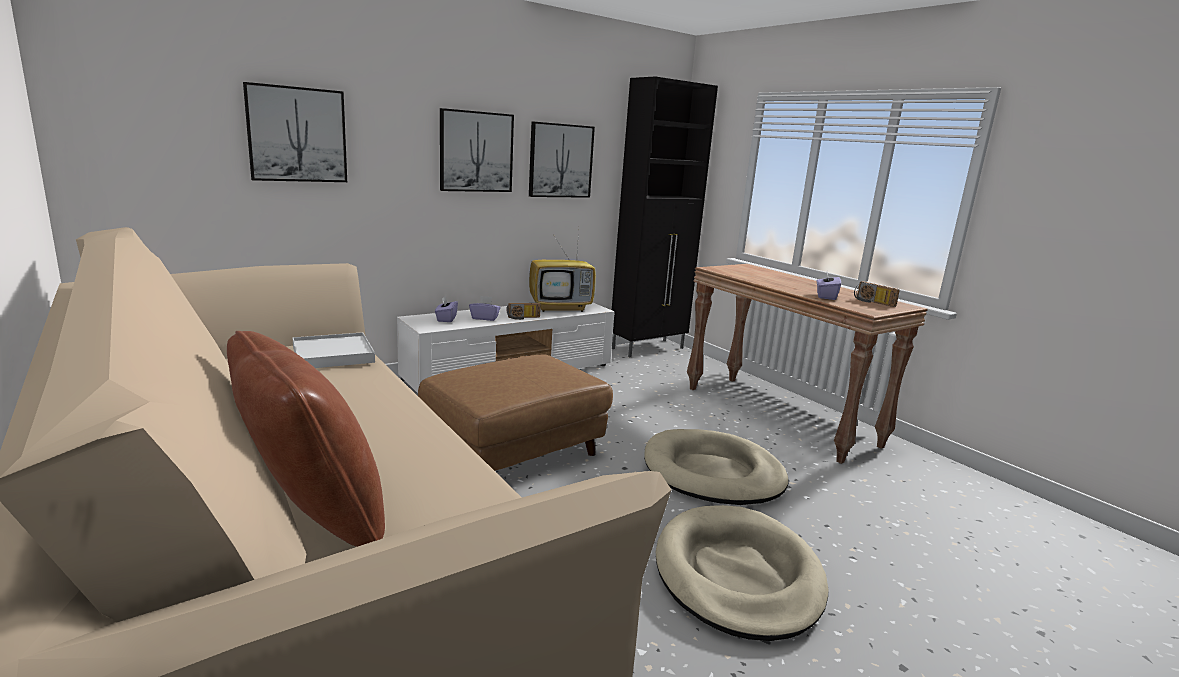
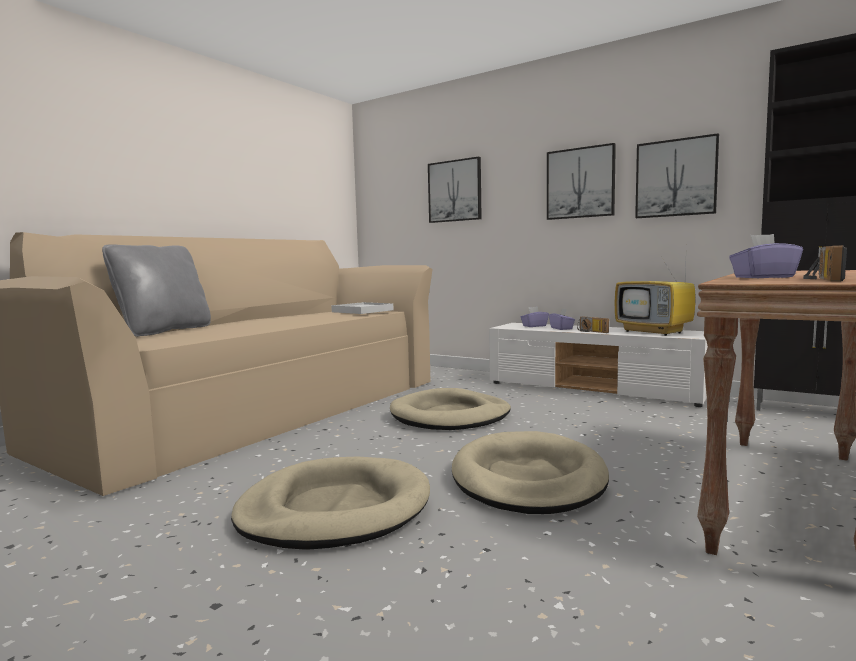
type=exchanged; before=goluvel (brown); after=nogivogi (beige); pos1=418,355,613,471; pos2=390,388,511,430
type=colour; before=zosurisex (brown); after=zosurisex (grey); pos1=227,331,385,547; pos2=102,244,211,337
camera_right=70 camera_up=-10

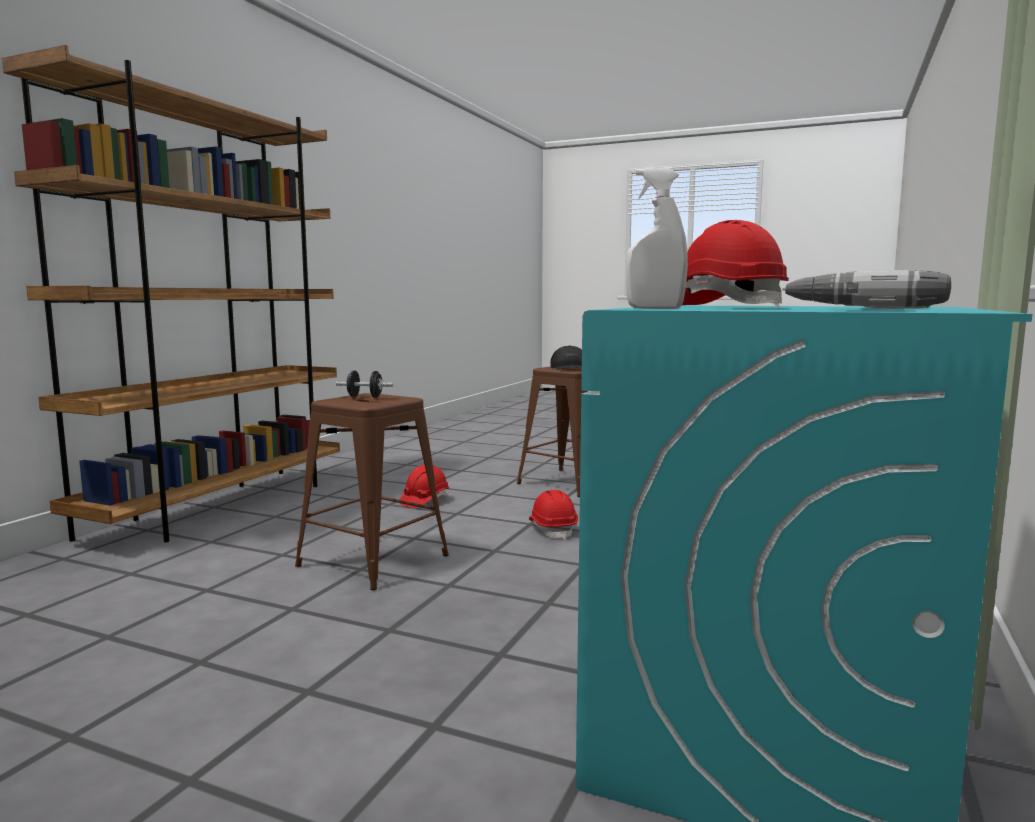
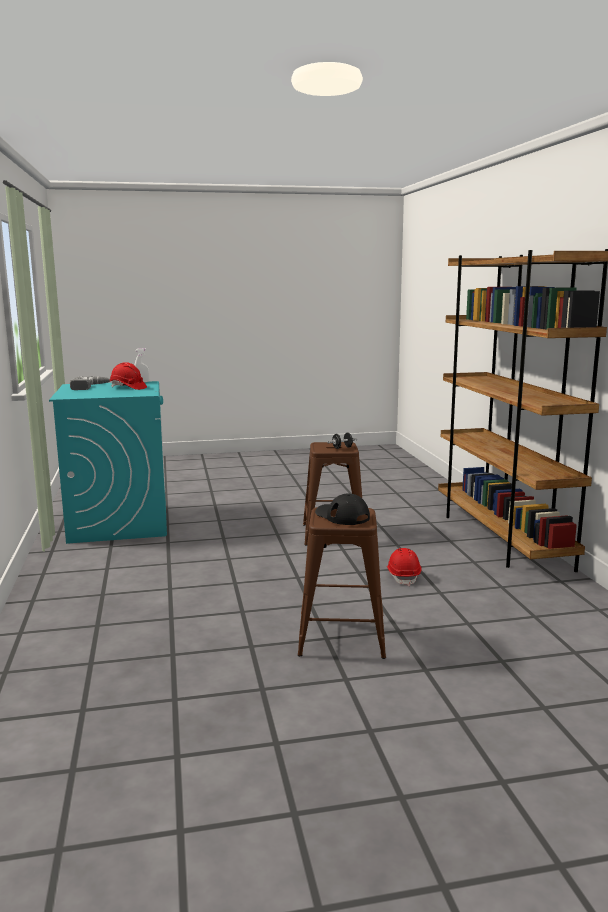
type=missing; before=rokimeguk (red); pos1=529,490,578,540
camera_right=145 camera_up=5

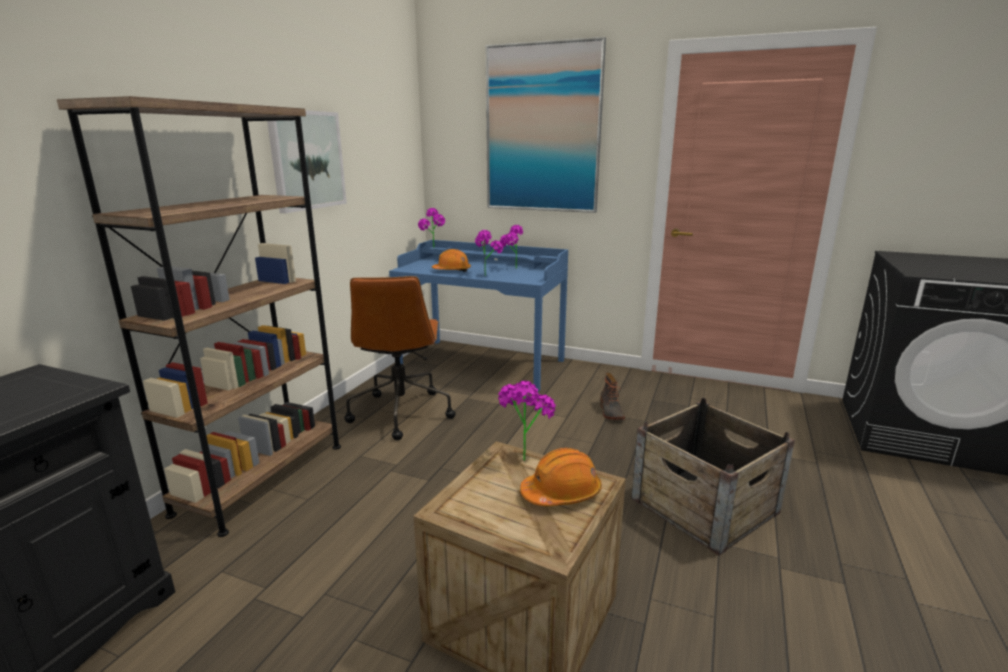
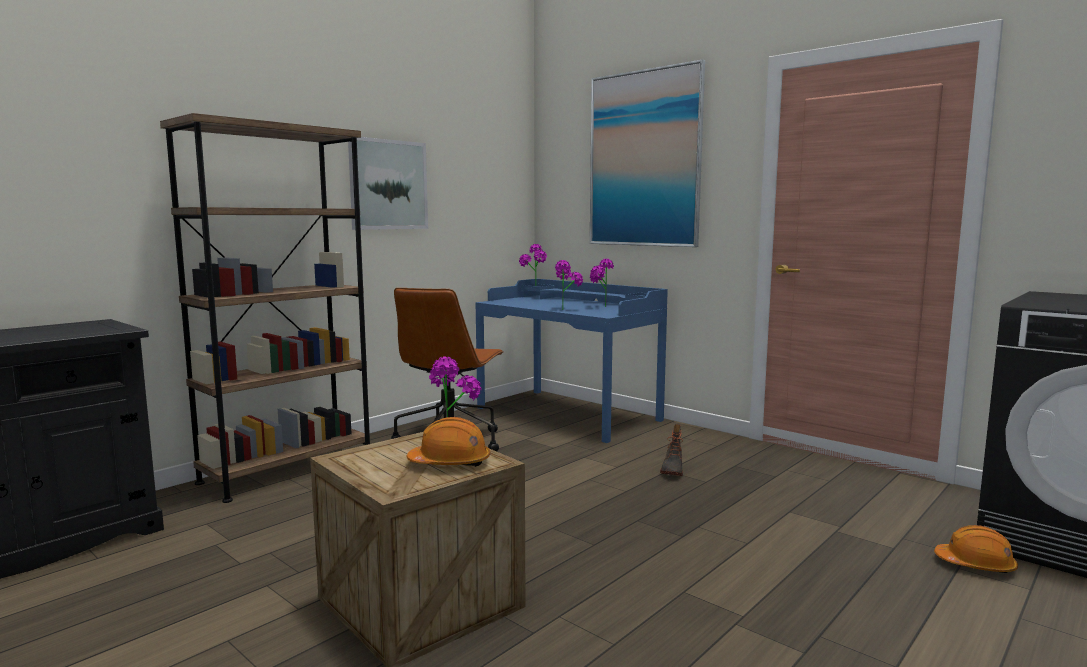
type=missing; before=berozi; pos1=632,398,795,556
type=relocated; before=rokimeguk (orange); pos1=432,249,471,272; pos2=934,525,1018,574
camera_right=20 camera_up=-10

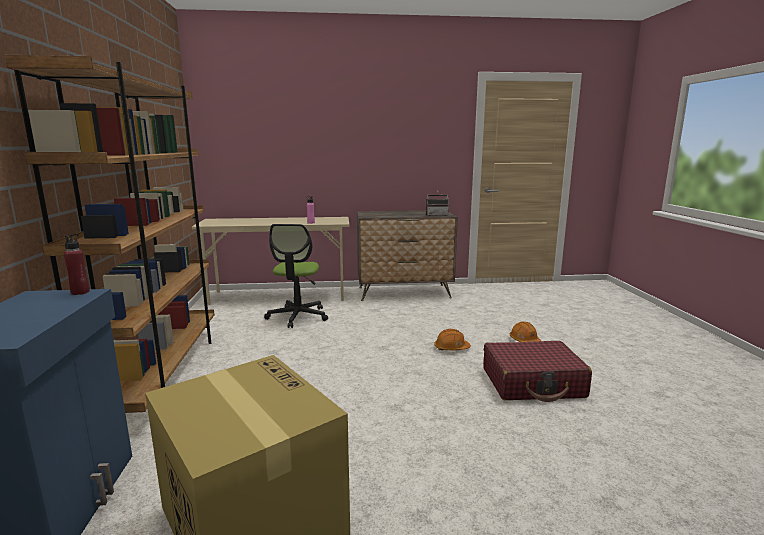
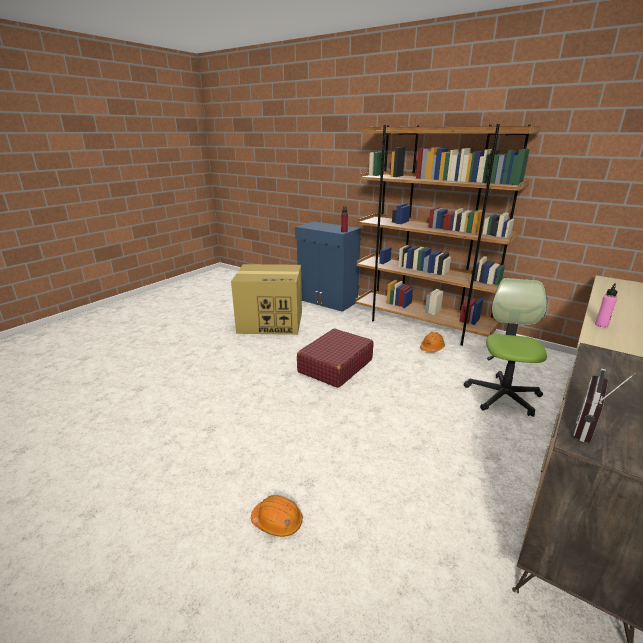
type=relocated; before=rokimeguk (orange); pos1=434,329,471,350; pos2=420,332,445,352
type=relocated; before=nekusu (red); pos1=483,341,592,402; pos2=297,328,374,388
type=spun; before=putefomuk; pos1=264,224,328,328; pos2=464,278,547,417; turn=60
camera_right=130 camera_up=10

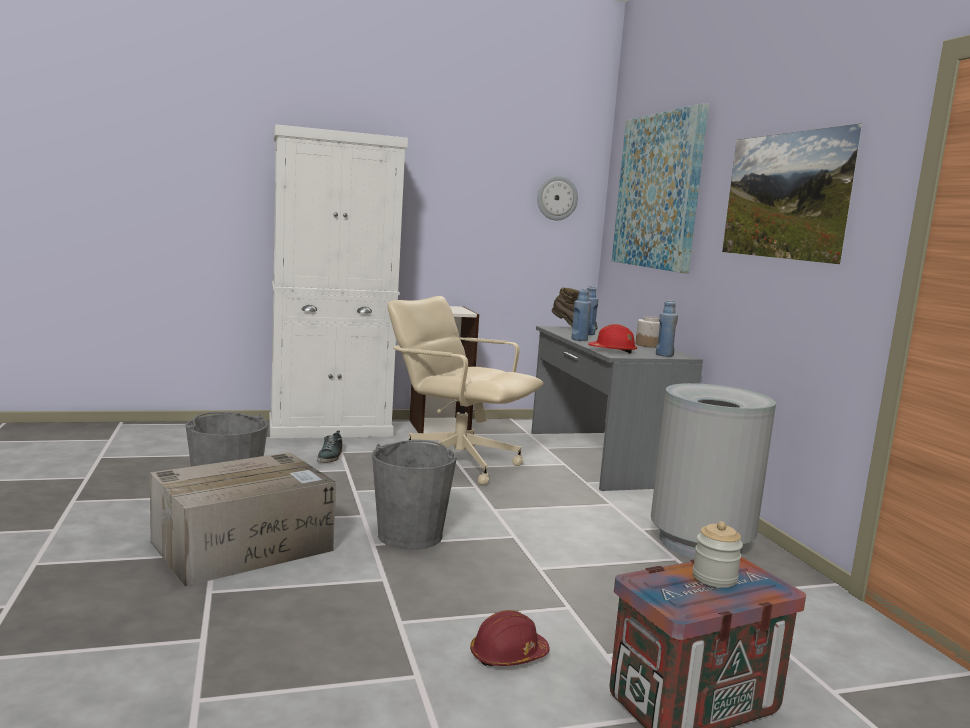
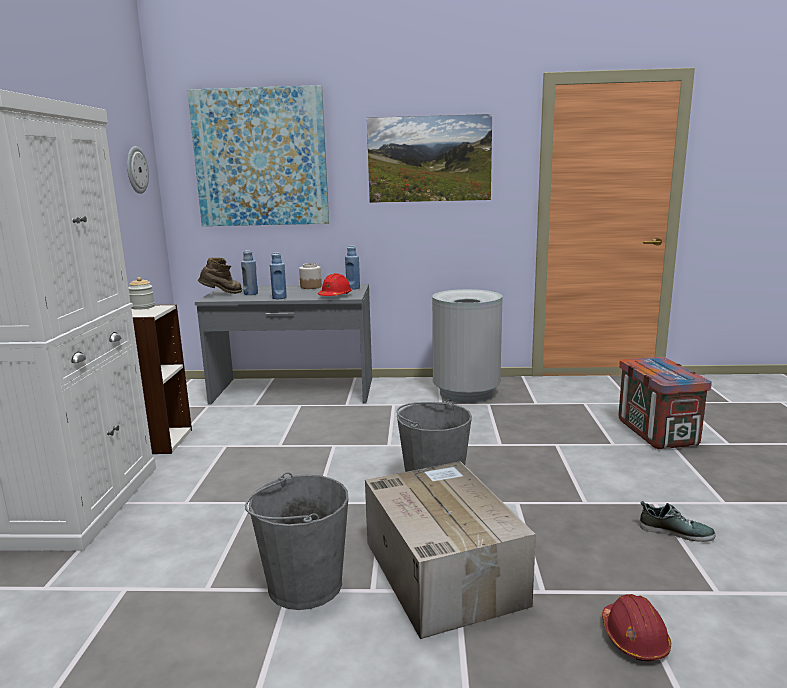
type=missing; before=putefomuk (beige); pos1=387,296,543,485
type=relocated; before=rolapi; pos1=317,431,342,463; pos2=640,501,716,542
type=relocated; before=rokimeguk (red); pos1=470,610,550,666; pos2=602,594,671,661
type=relocated; before=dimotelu; pos1=693,521,743,588; pos2=128,277,155,310
camera_right=-70 camera_up=5

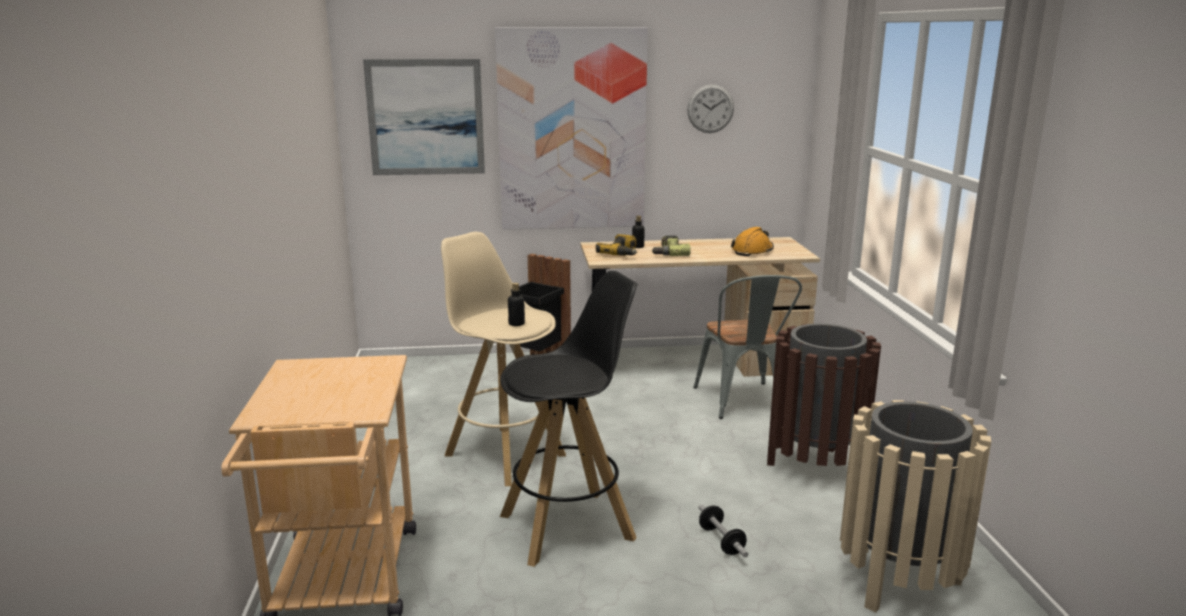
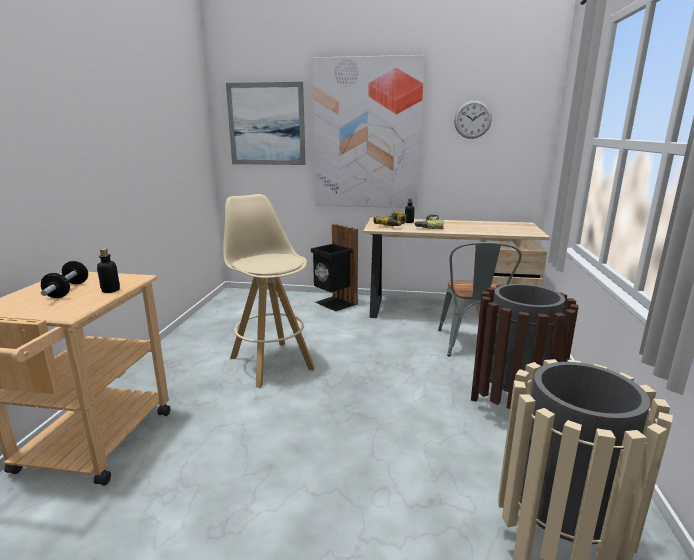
type=missing; before=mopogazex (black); pos1=500,271,637,567
type=missing; before=rokimeguk (orange); pos1=731,227,774,256
type=relocated; before=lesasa; pos1=508,283,525,326; pos2=97,248,120,293
type=relocated; before=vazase; pos1=699,504,748,557; pos2=41,261,88,298
camera_right=15 camera_up=0

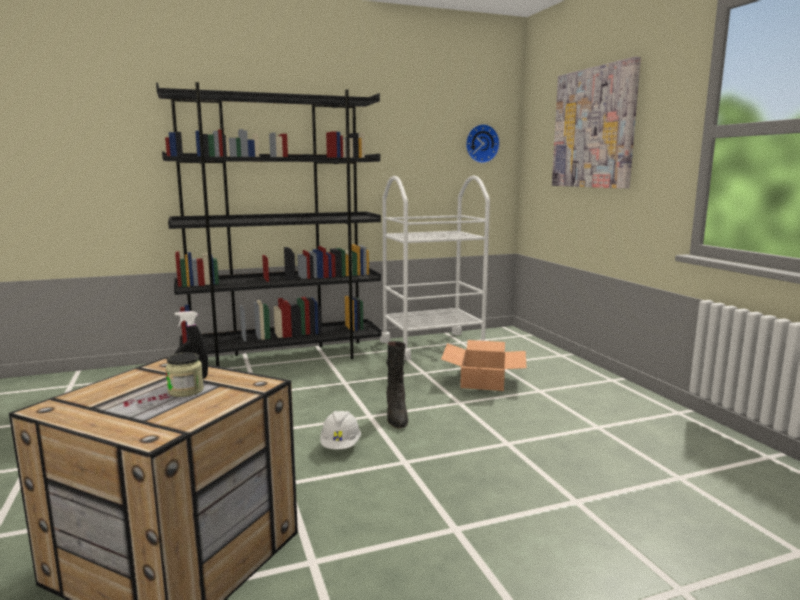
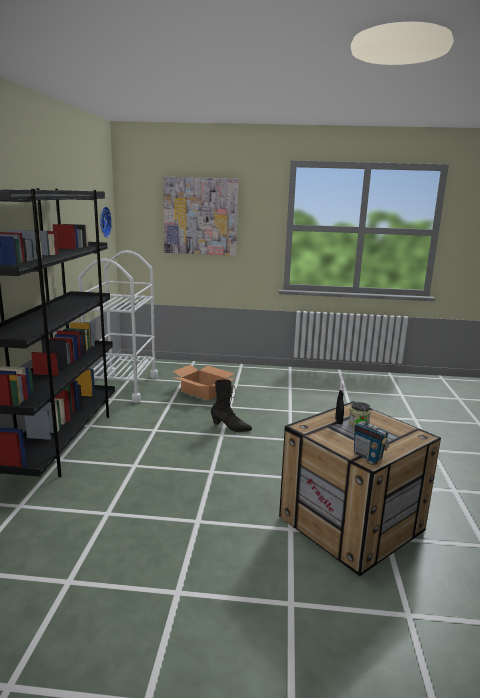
type=missing; before=rokimeguk (white); pos1=320,411,361,450
type=appeared; after=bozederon; pos2=353,406,389,463
camera_right=-65 camera_up=5

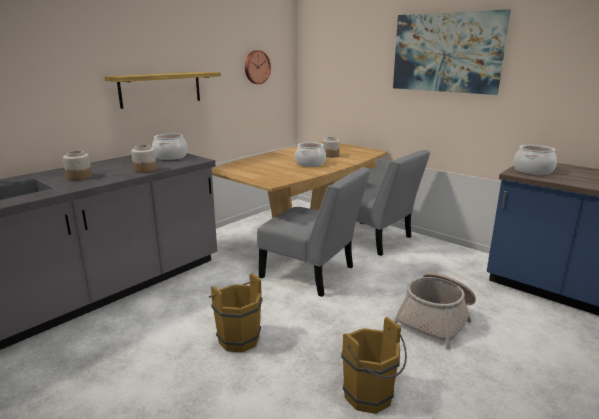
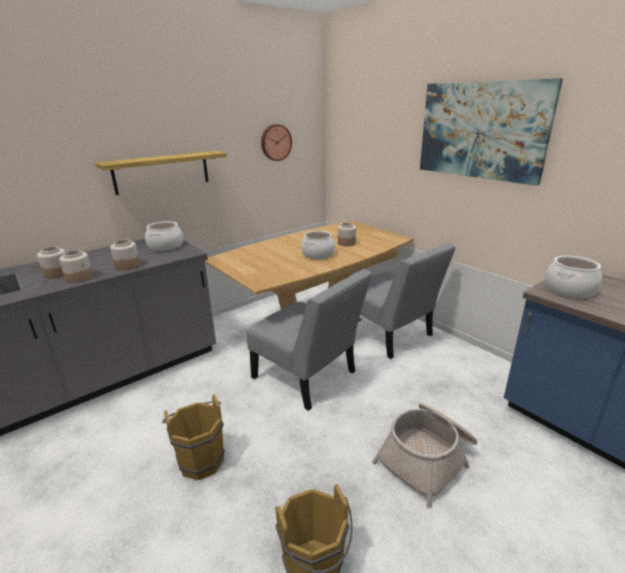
type=appeared; after=dimotelu; pos2=59,250,93,283
camera_right=10 camera_up=5

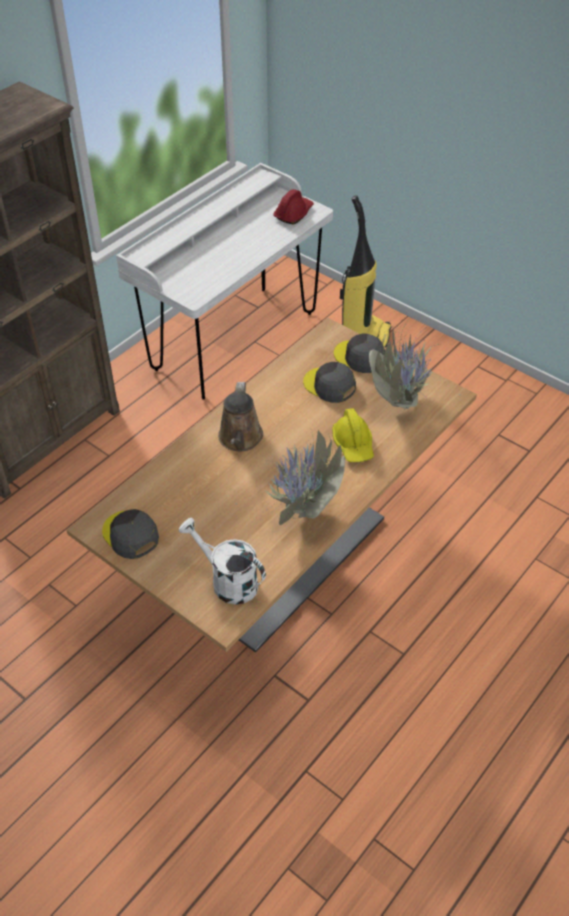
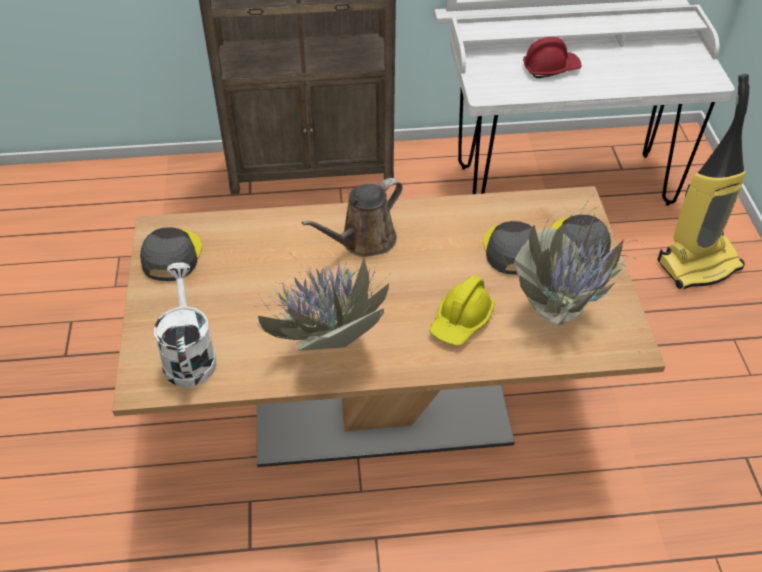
type=relocated; before=rokimeguk (red); pos1=273,189,314,224; pos2=523,37,582,78
camera_right=45 camera_up=0

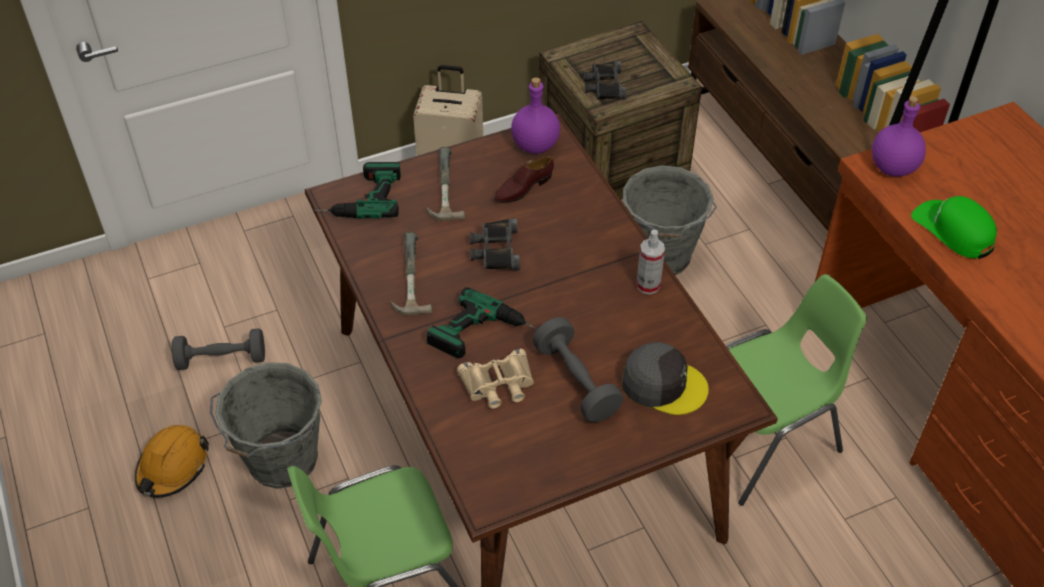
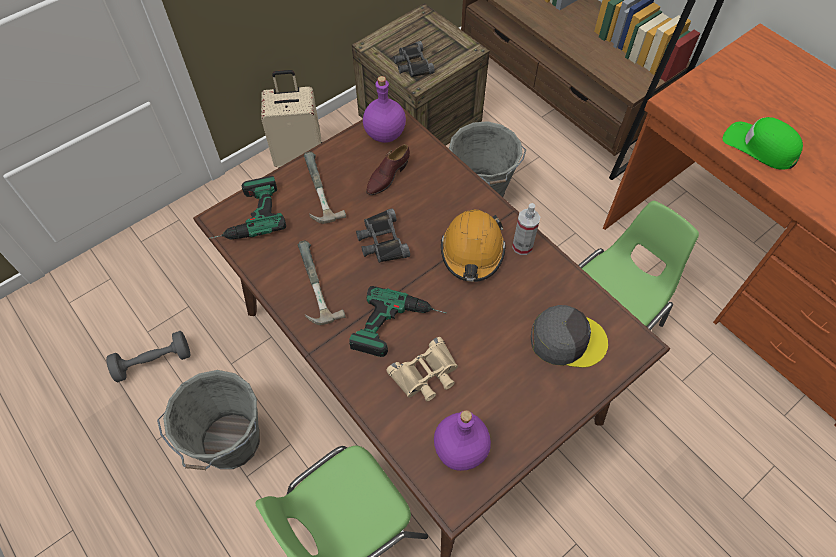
type=missing; before=vazase (grey); pos1=533,317,624,422
type=relocated; before=rokimeguk (orange); pos1=135,425,209,498; pos2=441,209,506,282
type=relocated; before=lesasa (purple); pos1=872,96,926,176; pos2=434,410,491,471
camera_right=-15 camera_up=10

